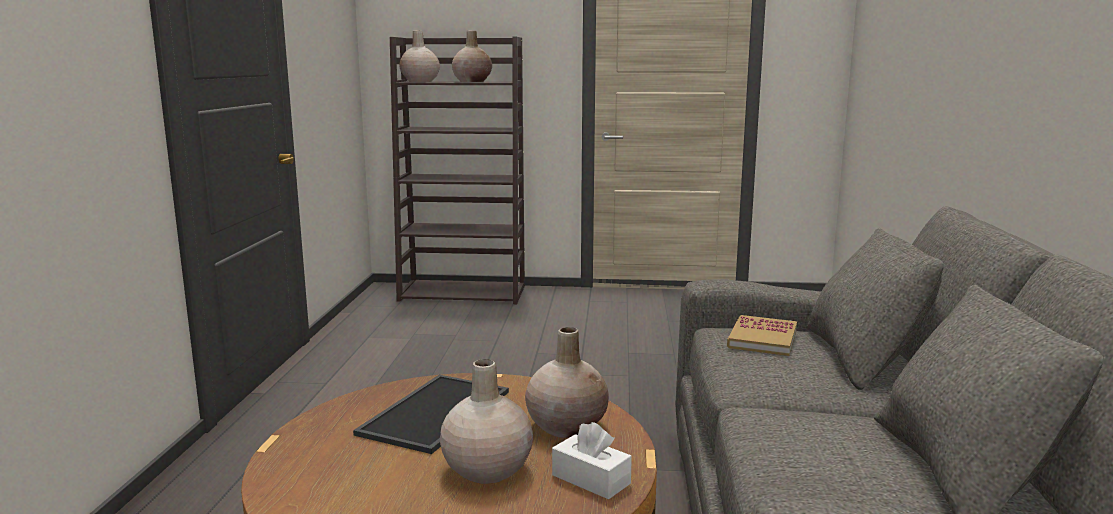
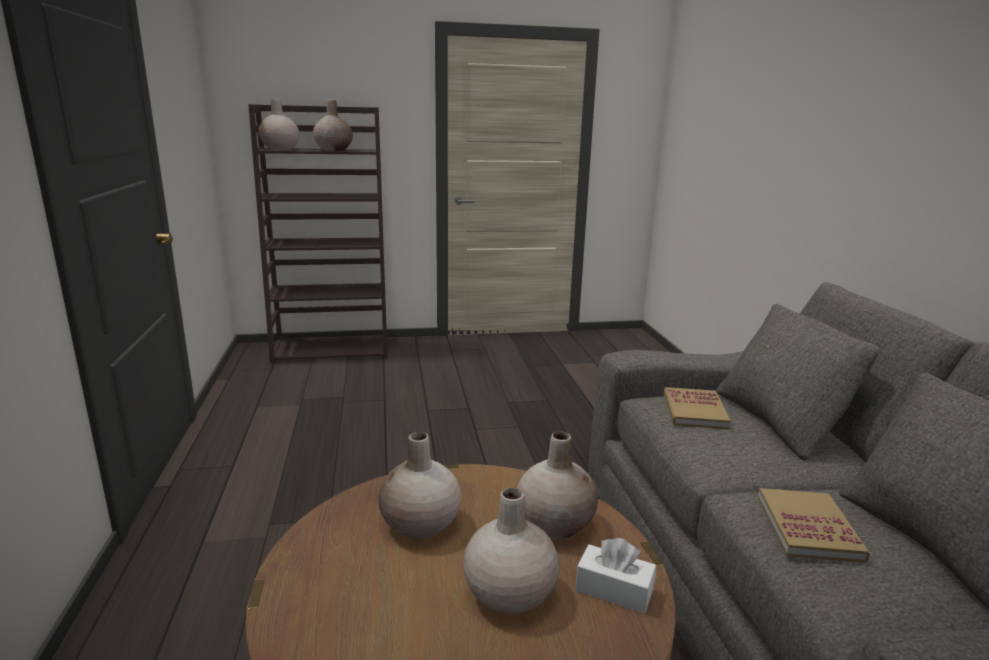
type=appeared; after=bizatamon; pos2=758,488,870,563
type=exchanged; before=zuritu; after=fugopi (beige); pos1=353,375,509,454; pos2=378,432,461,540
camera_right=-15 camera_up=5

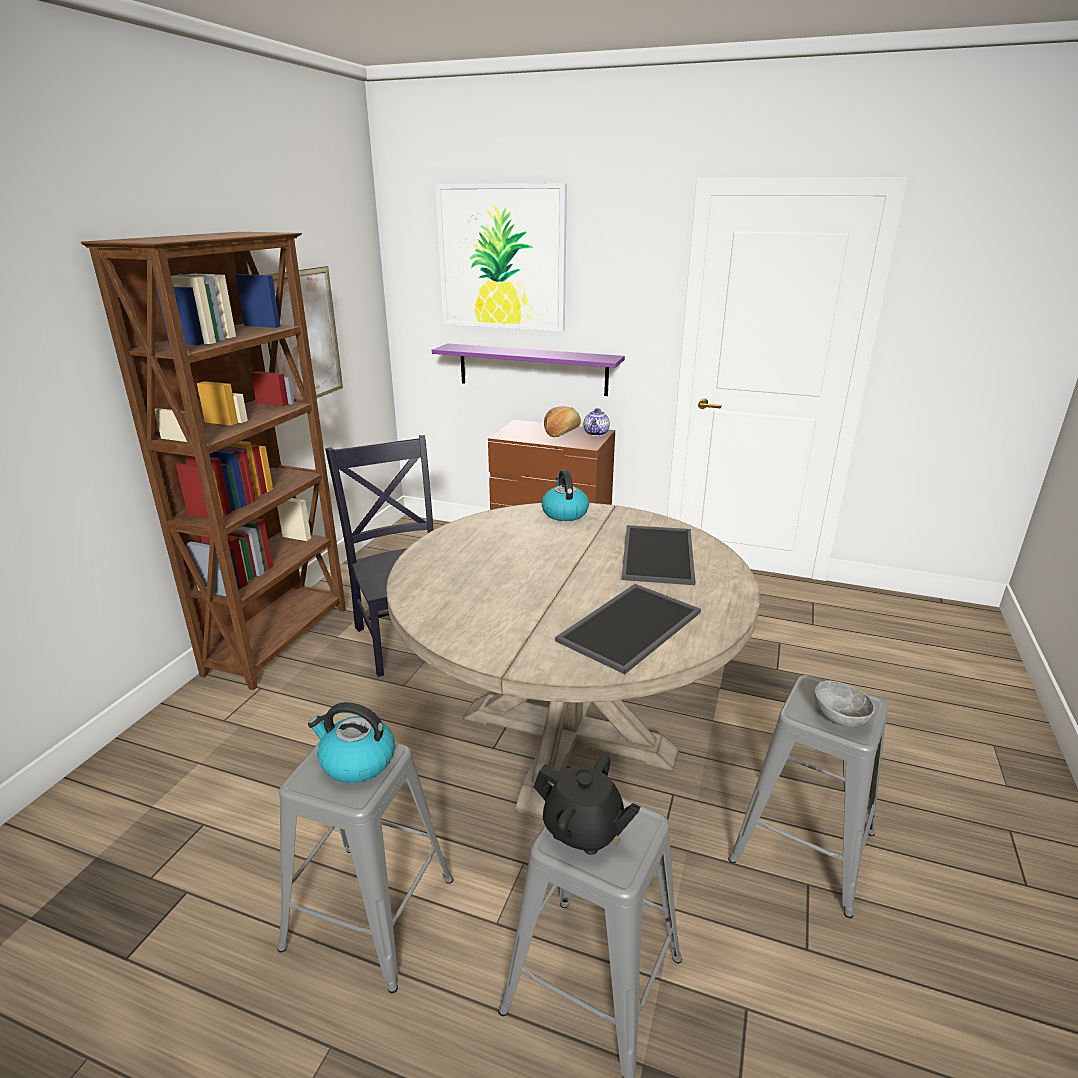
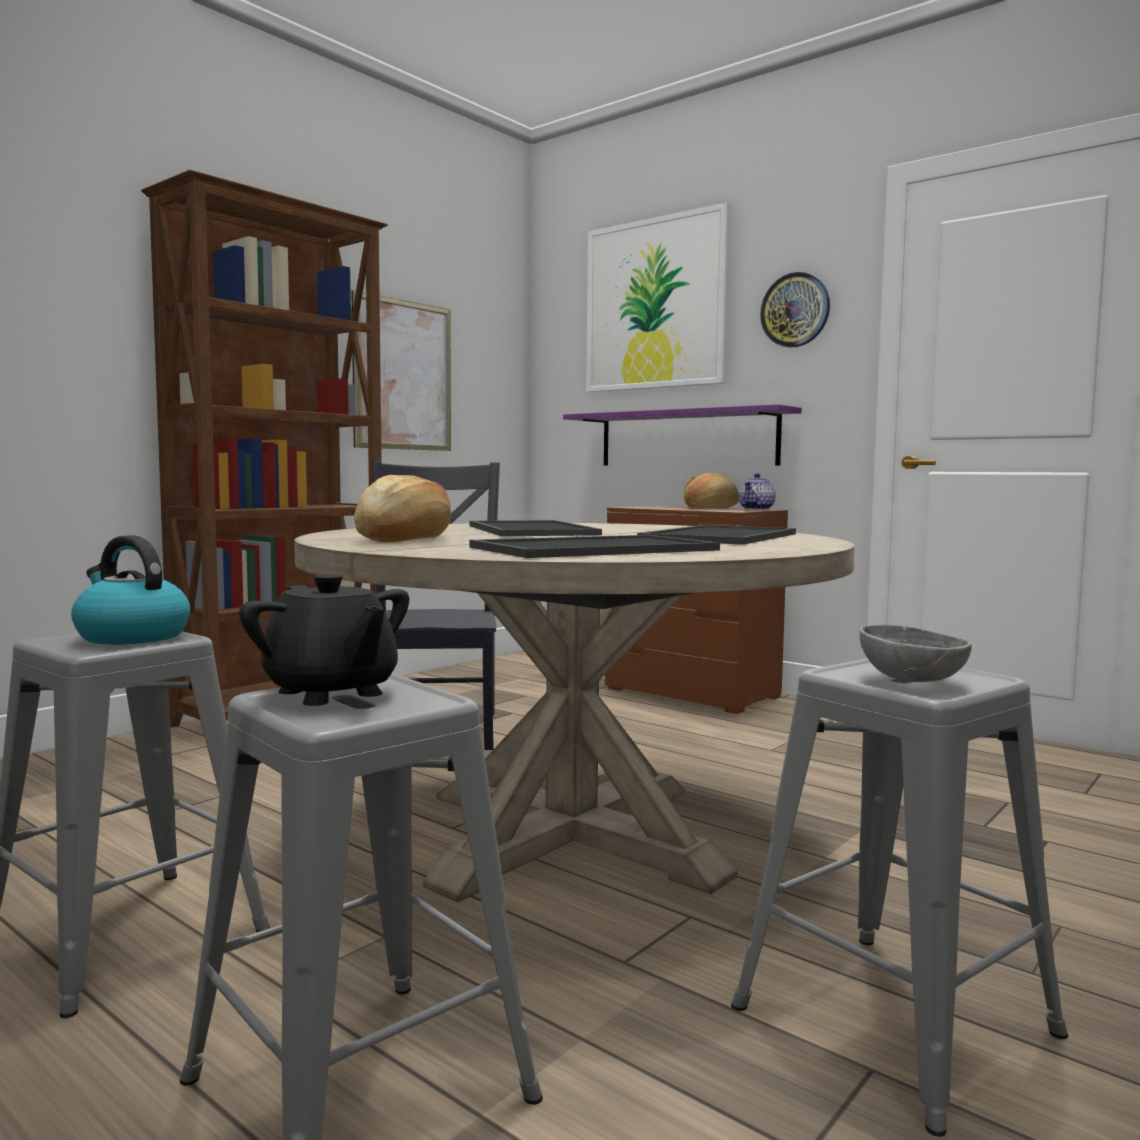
type=missing; before=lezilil; pos1=542,470,589,521
type=appeared; after=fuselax; pos2=354,475,451,542
type=appeared; after=zuritu; pos2=470,520,602,536
type=appeared; after=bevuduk; pos2=760,272,830,348
camera_right=20 camera_up=-20

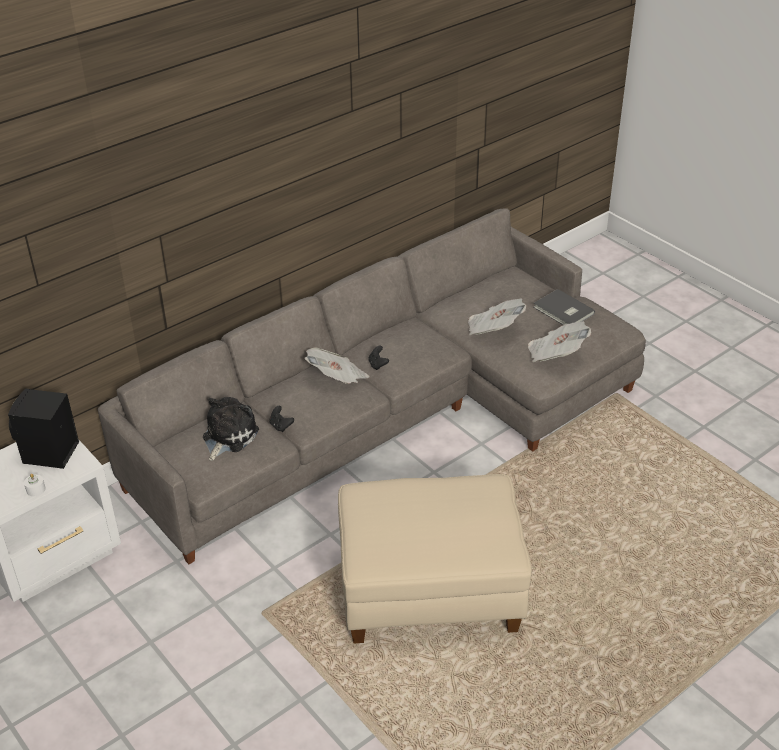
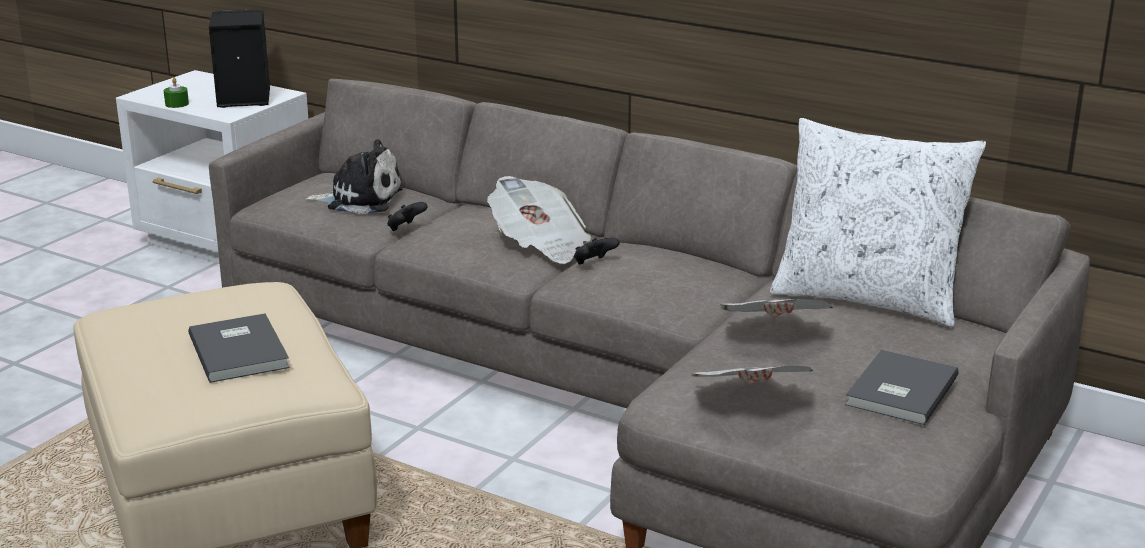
type=appeared; after=bizatamon (grey); pos2=188,313,290,383
type=appeared; after=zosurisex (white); pos2=770,118,986,327
type=colour; before=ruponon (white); after=ruponon (green); pos1=24,474,46,497; pos2=164,78,189,108
camera_right=70 camera_up=-15

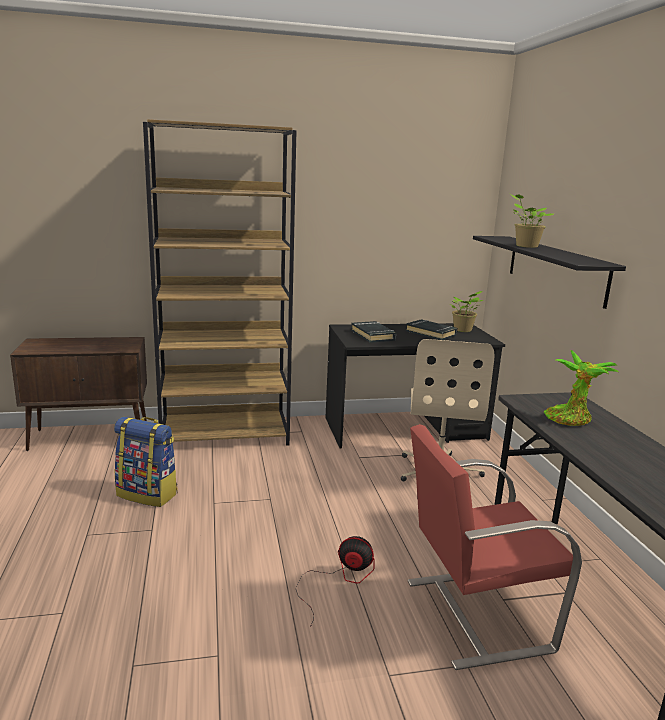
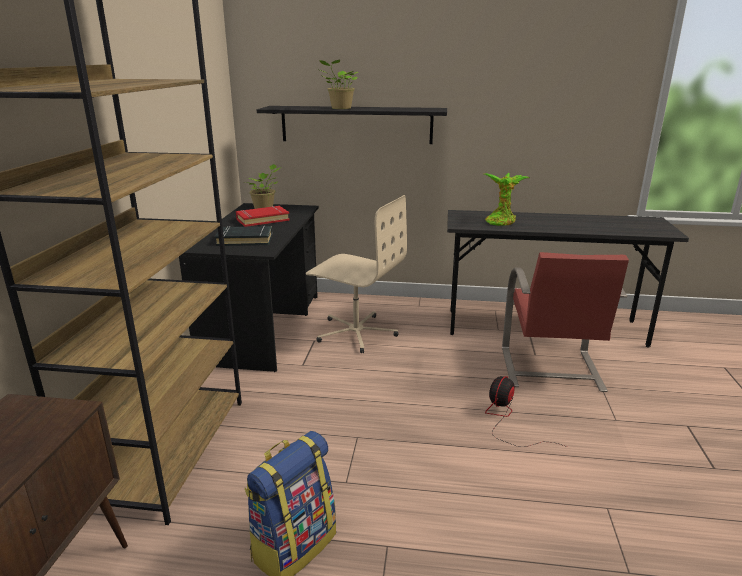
type=colour; before=bizatamon (black); after=bizatamon (red); pos1=406,319,457,340; pos2=236,206,290,227
camera_right=-70 camera_up=5

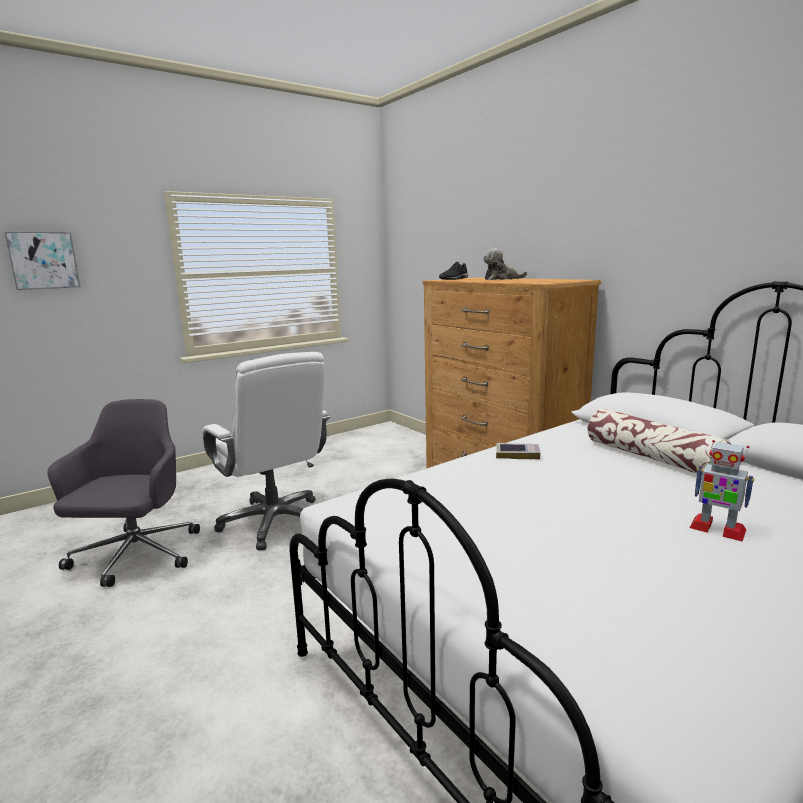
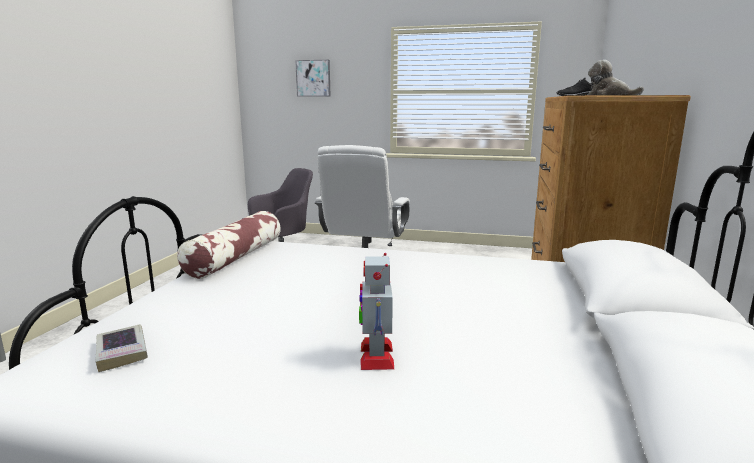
type=relocated; before=bizatamon; pos1=496,443,541,459; pos2=96,324,148,372
type=relocated; before=zosurisex; pos1=587,409,732,473; pos2=177,211,281,279
camera_right=50 camera_up=0

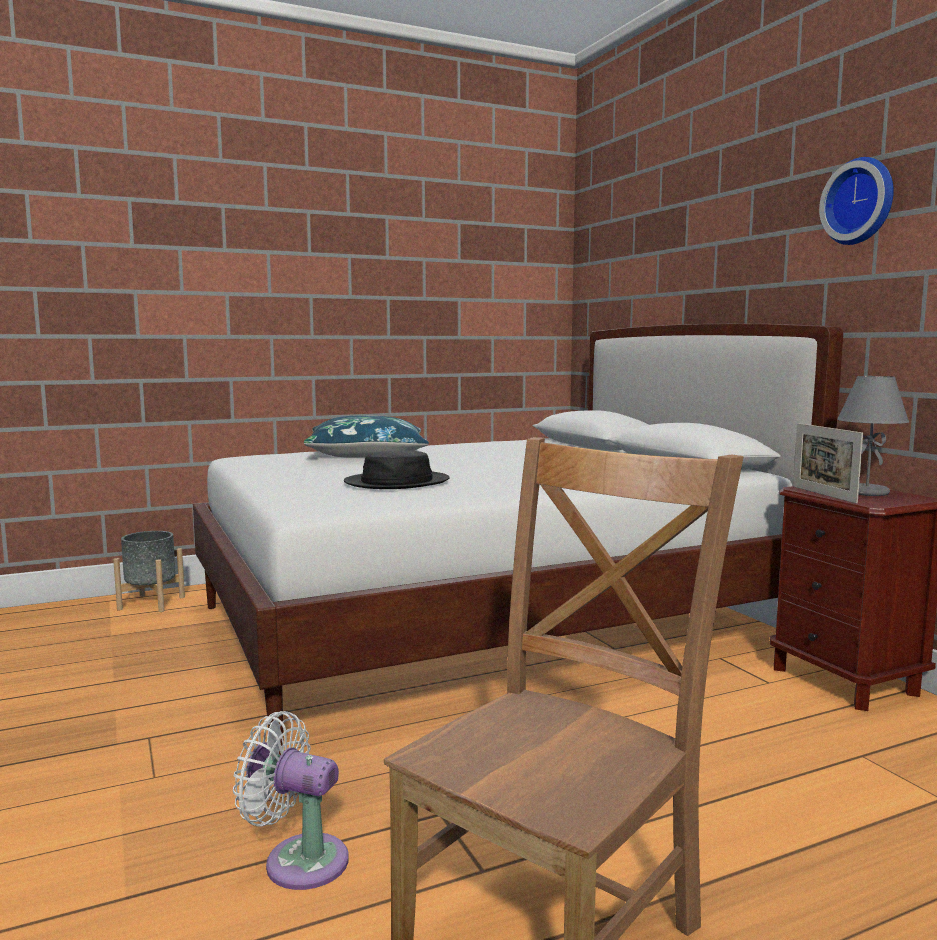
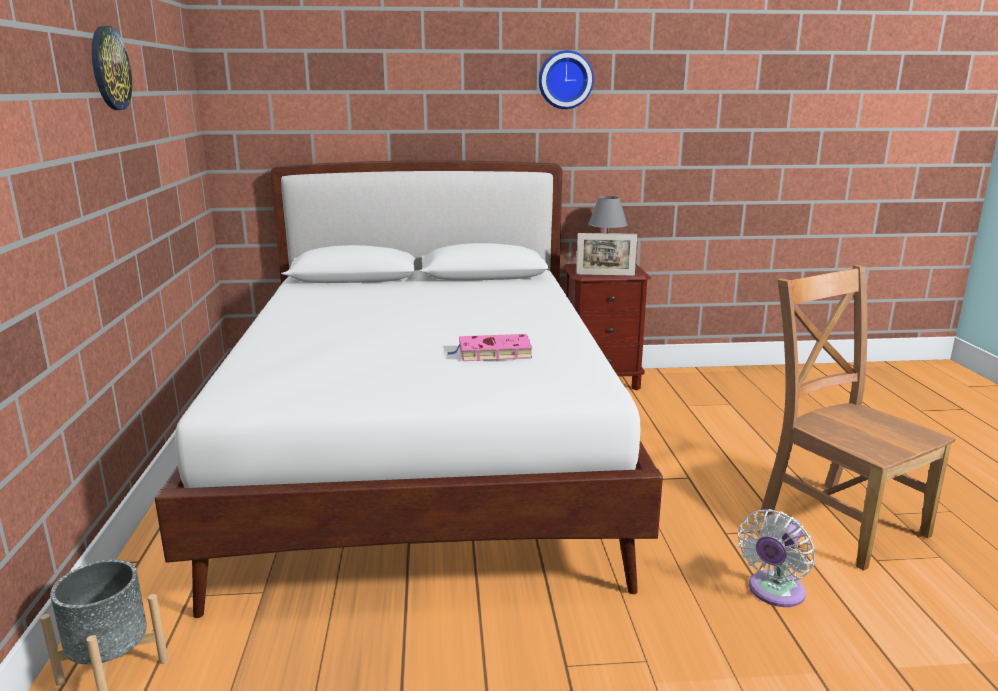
type=missing; before=zosurisex (blue); pos1=304,416,429,458
type=appeared; after=bevuduk; pos2=92,26,132,110
type=exchanged; before=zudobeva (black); after=bizatamon (pink); pos1=344,451,450,489; pos2=446,334,532,361
camera_right=-70 camera_up=10

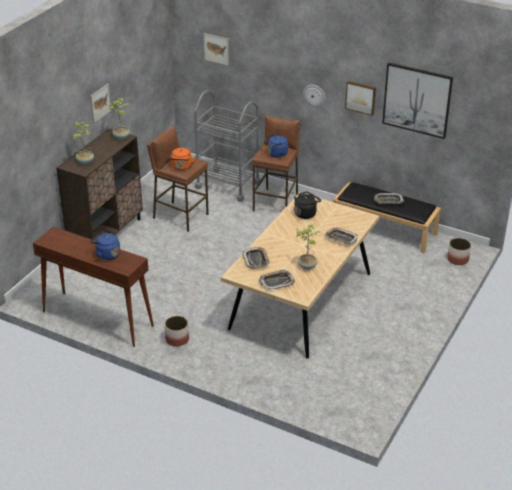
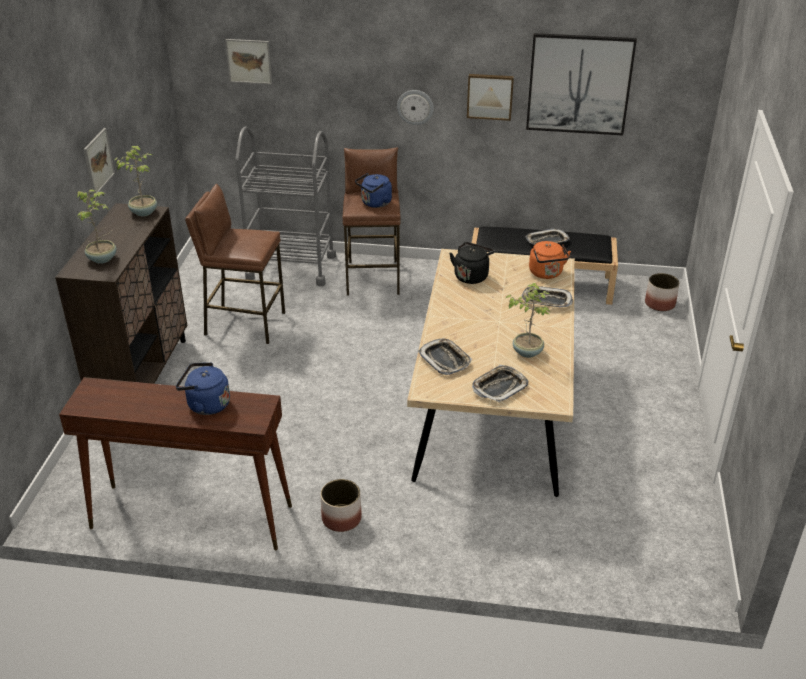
type=relocated; before=lezilil (orange); pos1=169,148,196,171; pos2=529,241,571,279
camera_right=-20 camera_up=0

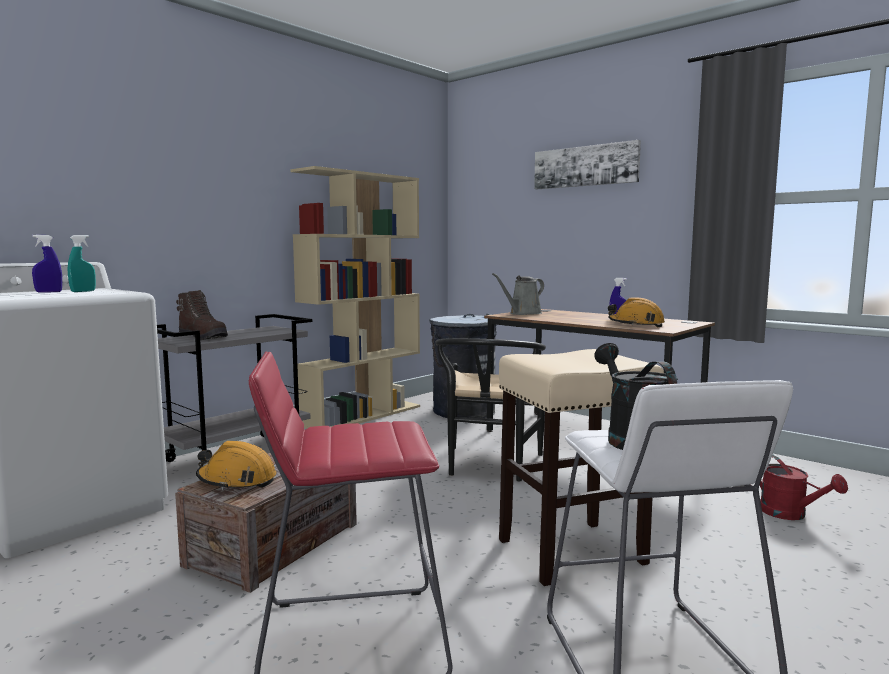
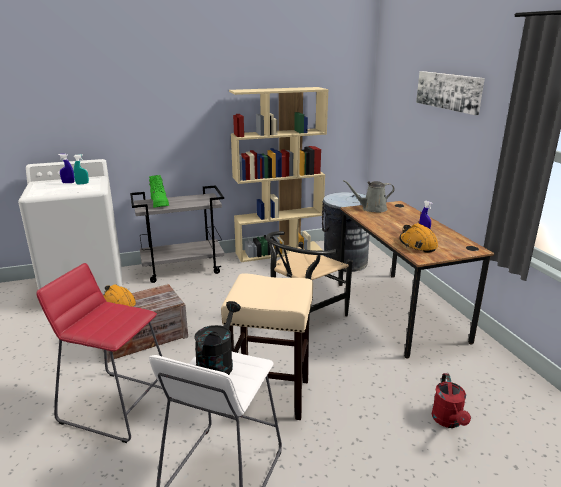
type=colour; before=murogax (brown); after=murogax (green); pos1=176,290,228,340; pos2=149,175,169,208
camera_right=30 camera_up=15

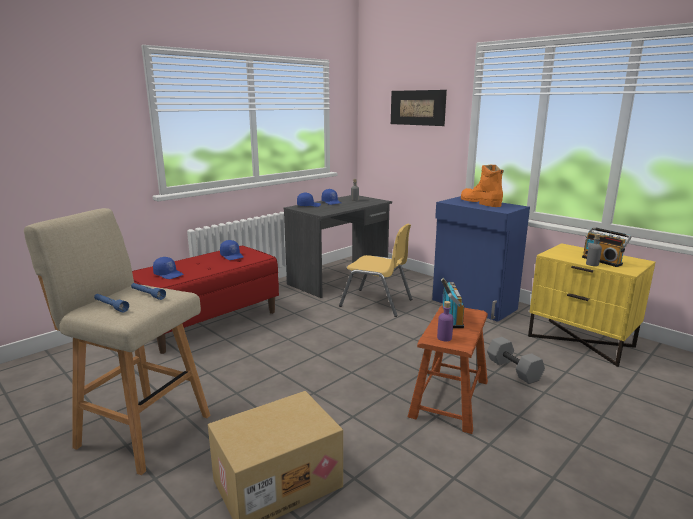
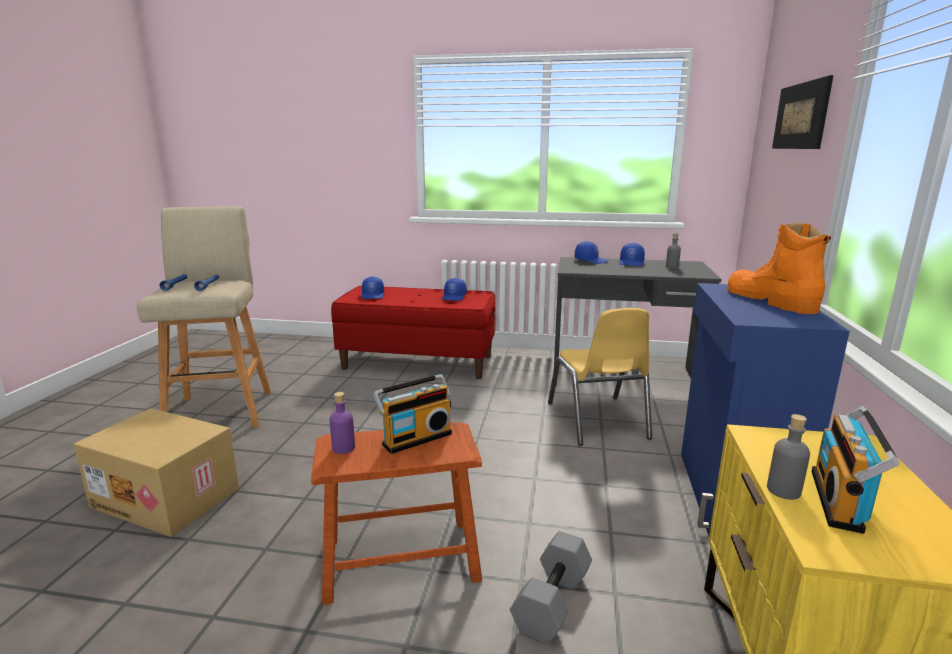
type=spun; before=murogax (orange); pos1=461,165,504,207; pos2=727,223,831,314; turn=-45
camera_right=55 camera_up=0

